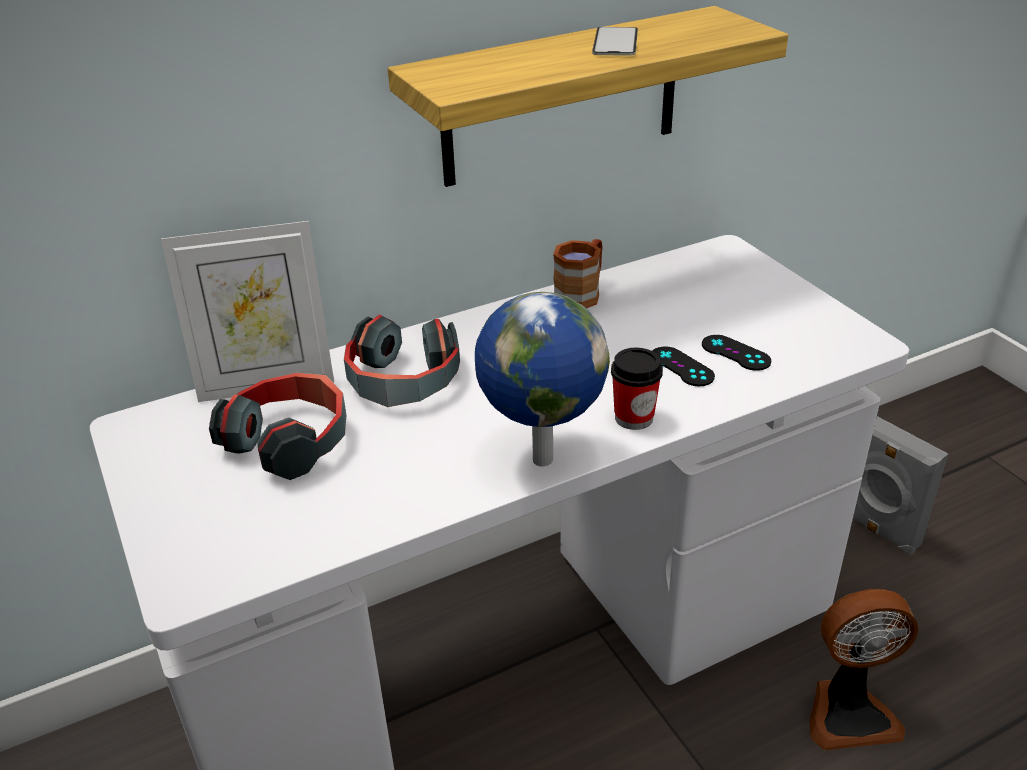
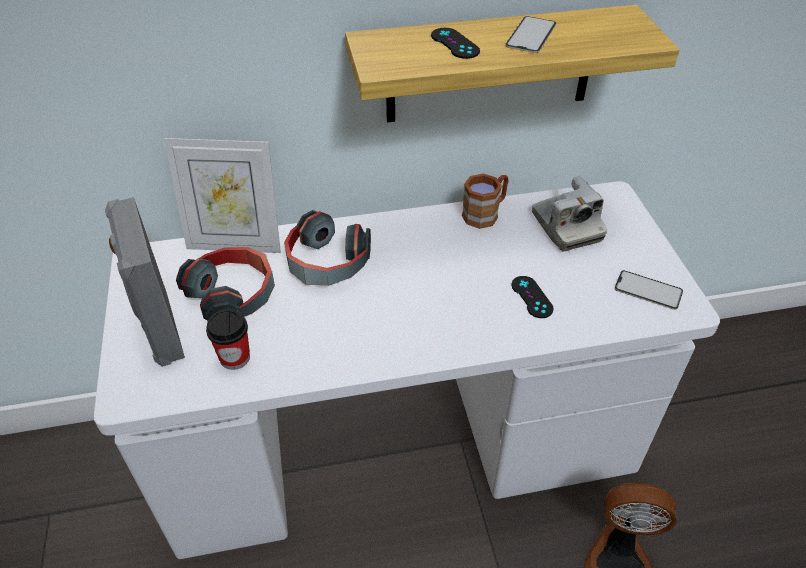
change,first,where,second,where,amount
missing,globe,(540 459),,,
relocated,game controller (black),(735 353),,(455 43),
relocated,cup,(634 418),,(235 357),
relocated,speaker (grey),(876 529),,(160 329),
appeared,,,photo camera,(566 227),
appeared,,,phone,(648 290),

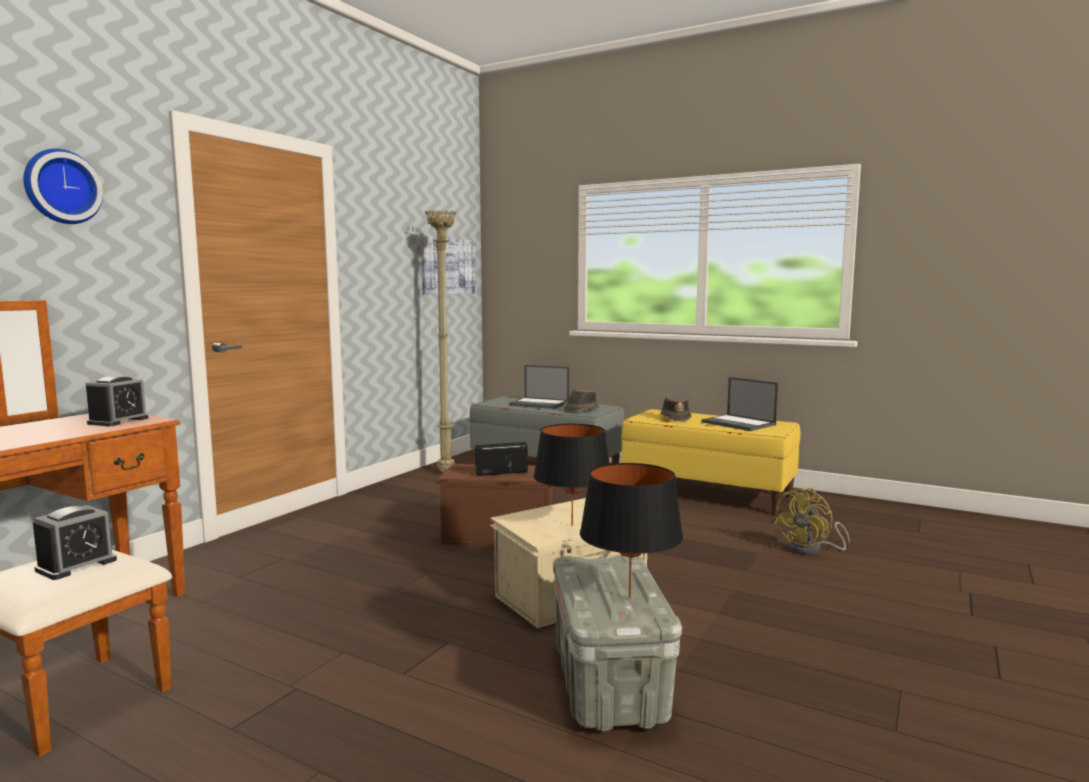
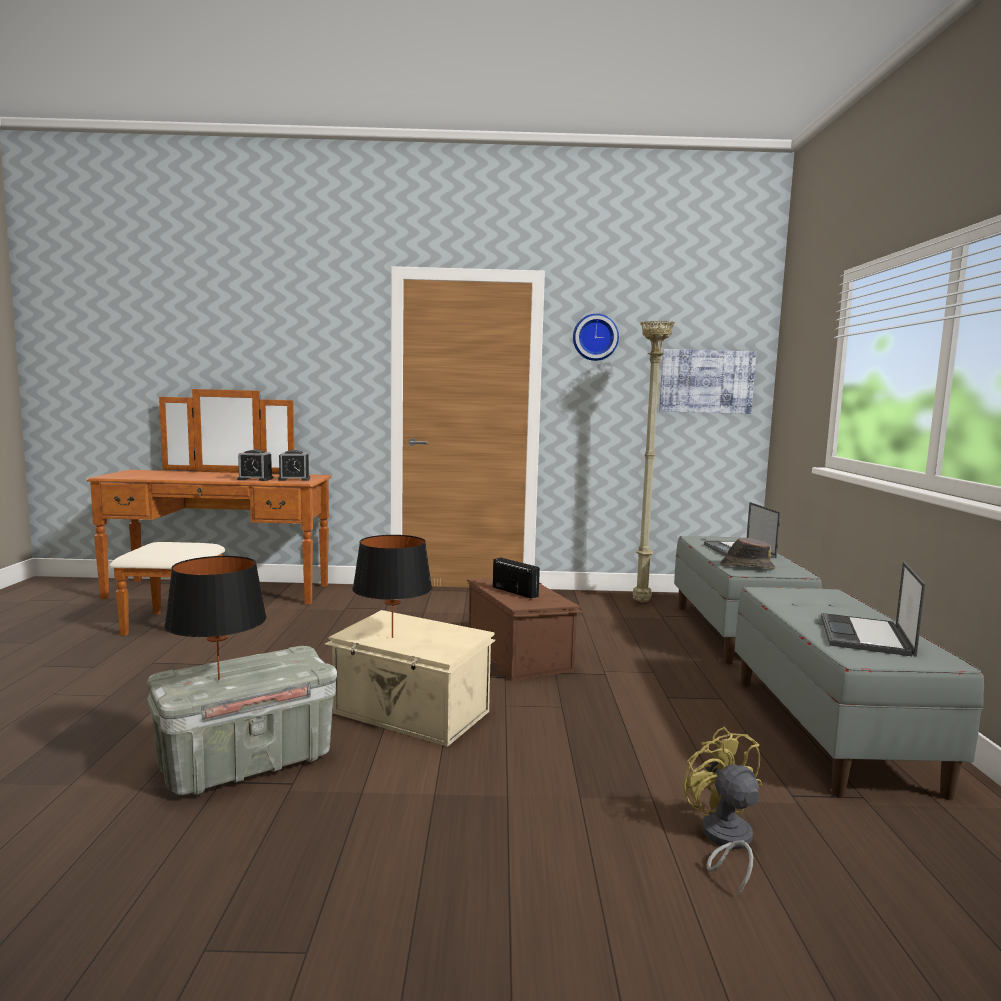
change,first,where,second,where,amount
relocated,wall clock,(61 187),,(595 337),
missing,hat (brown),(675 418),,,
colour,bench (yellow),(708 494),bench (grey),(831 732),
spun,fan (yellow),(811 550),,(724 841),60 degrees clockwise
relocated,alarm clock,(76 565),,(255 479),

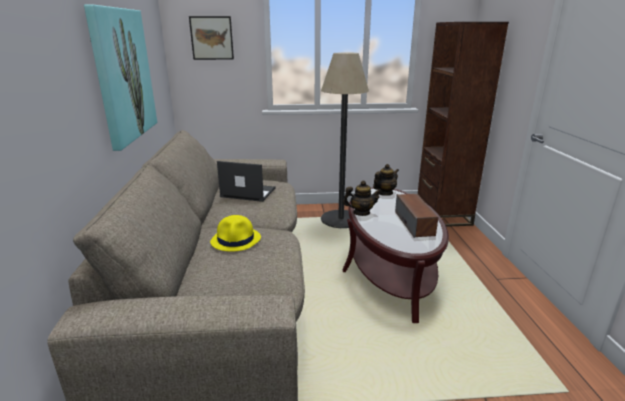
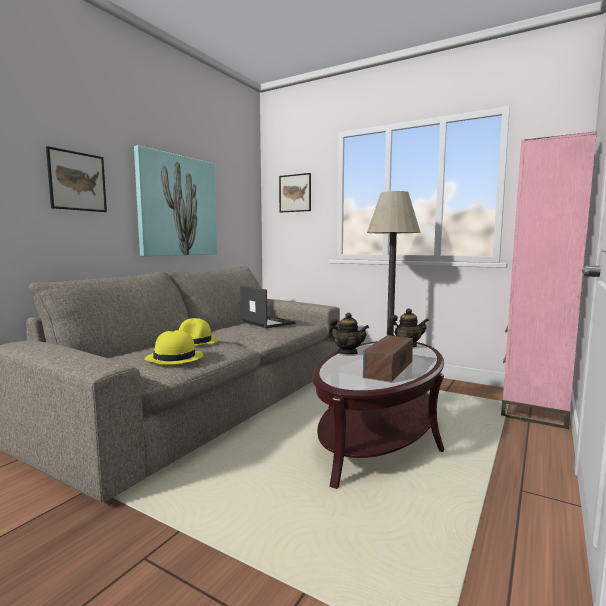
change,first,where,second,where,amount
colour,bookcase (brown),(442 214),bookcase (pink),(534 408),
appeared,,,picture,(77 181),
appeared,,,hat (yellow),(174 358),

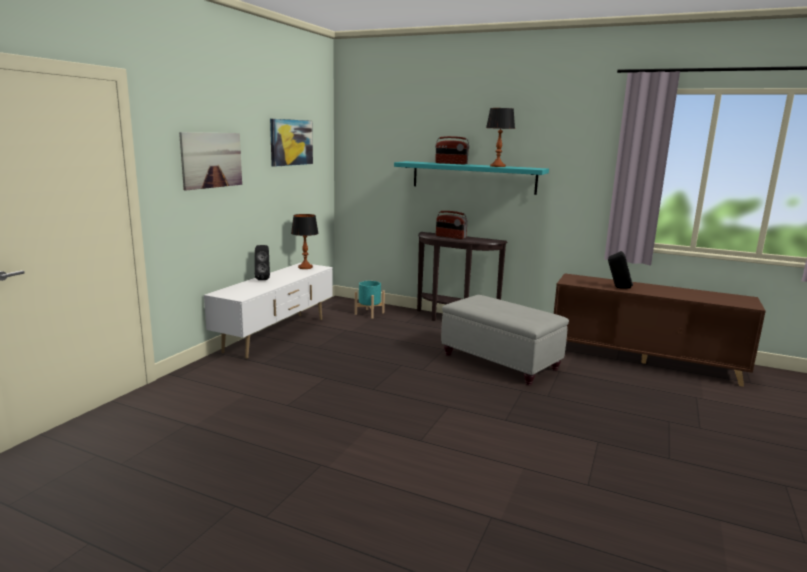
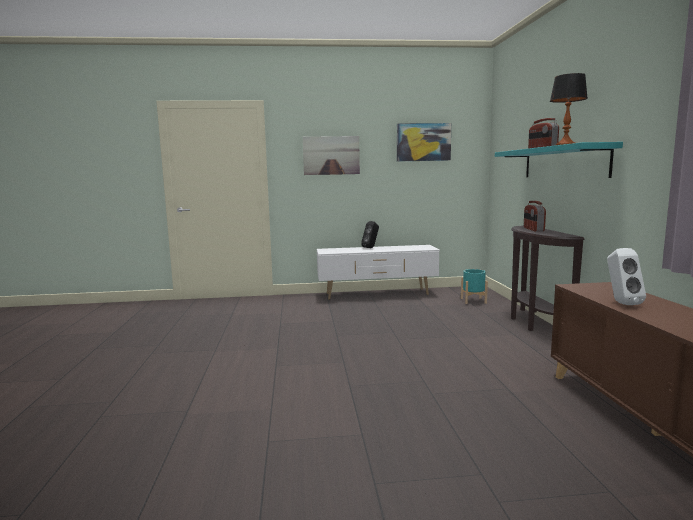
change,first,where,second,where,amount
missing,table lamp,(305 267),,,
colour,speaker (black),(618 288),speaker (white),(621 303),
missing,ottoman (grey),(499 361),,,

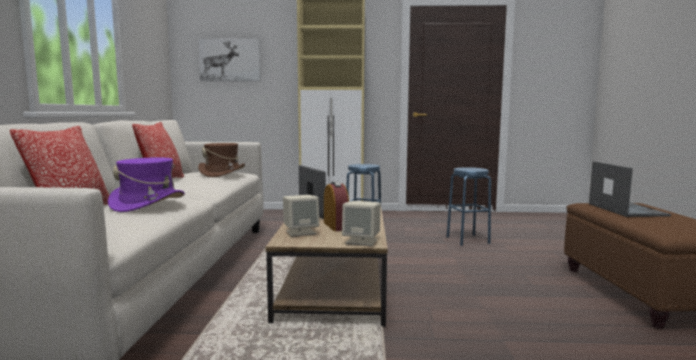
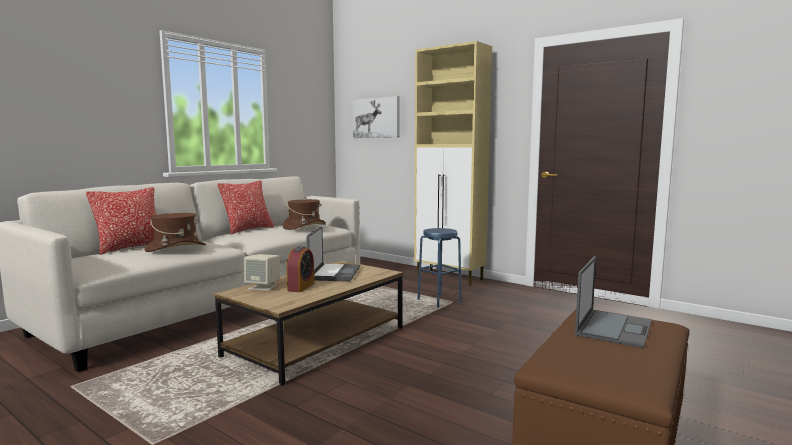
change,first,where,second,where,amount
colour,hat (purple),(148 204),hat (brown),(176 248),
missing,stool (blue),(468 240),,,
missing,speaker (beige),(362 241),,,

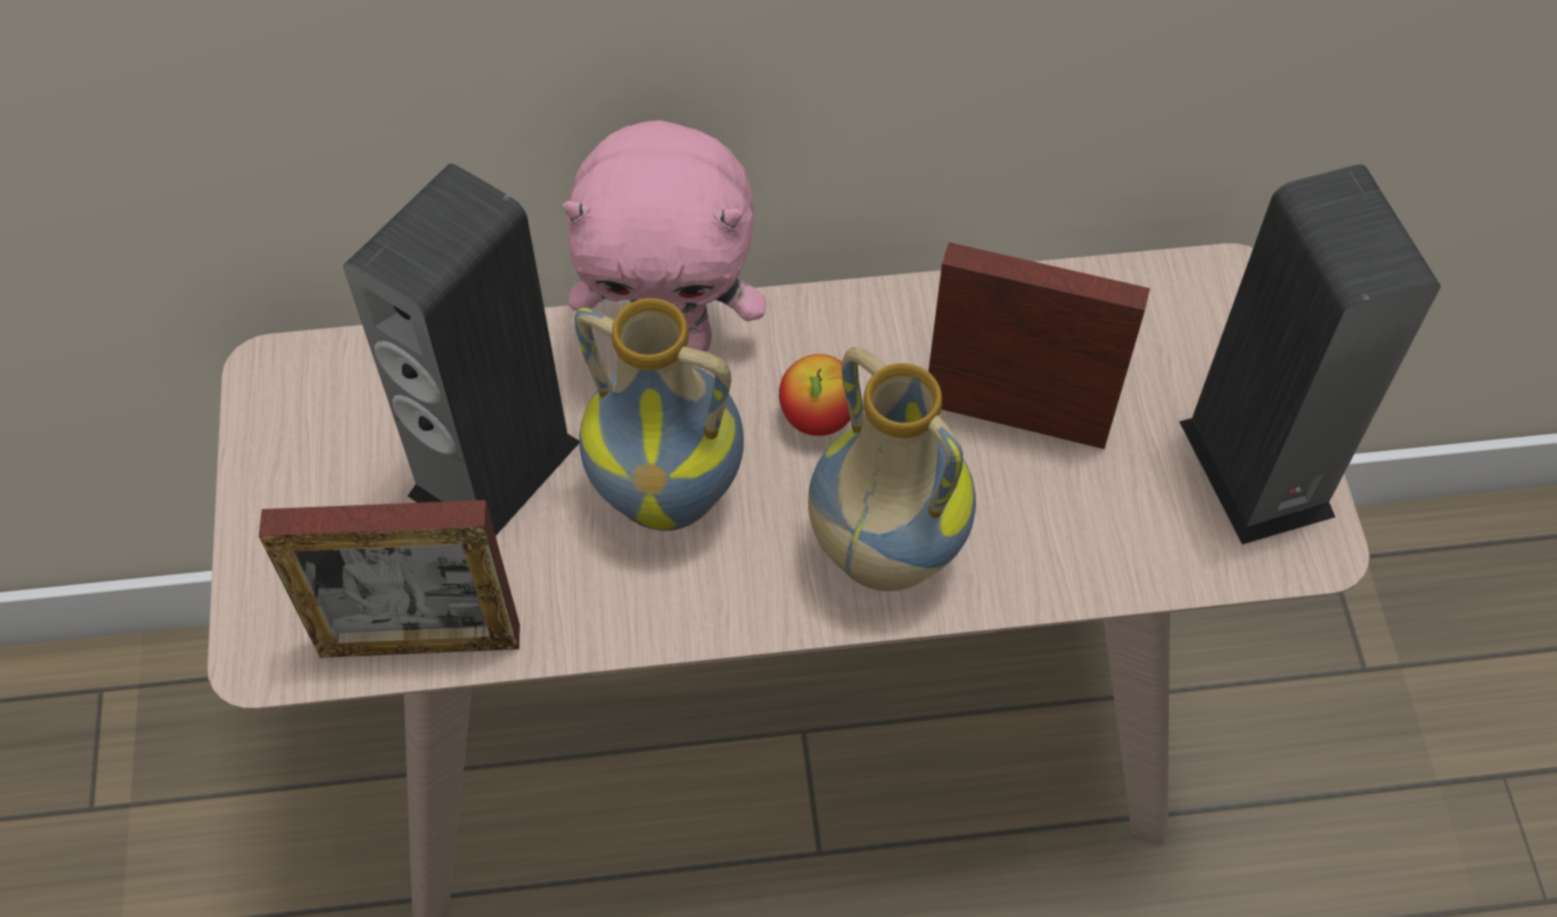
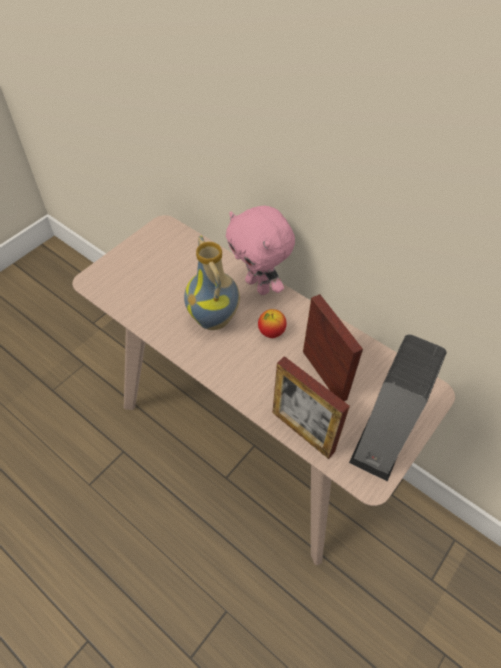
change,first,where,second,where,amount
missing,speaker,(494 468),,,
missing,vase,(881 555),,,
relocated,picture frame,(420 641),,(302 432),

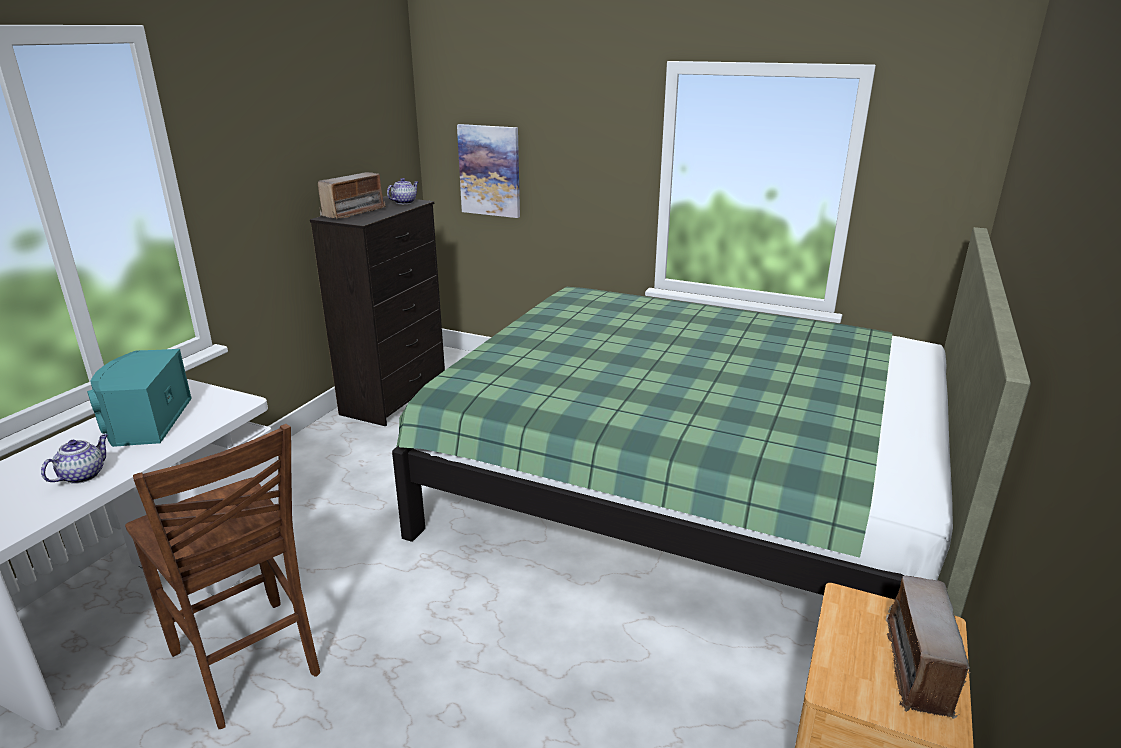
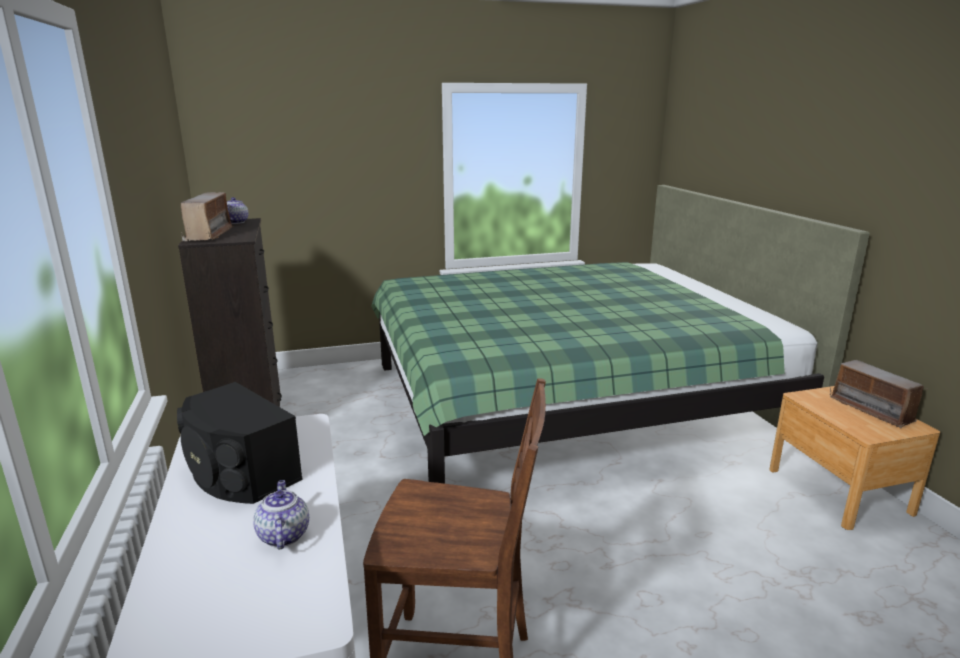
change,first,where,second,where,amount
missing,picture,(490 171),,,
colour,speaker (turquoise),(145 421),speaker (black),(239 473),

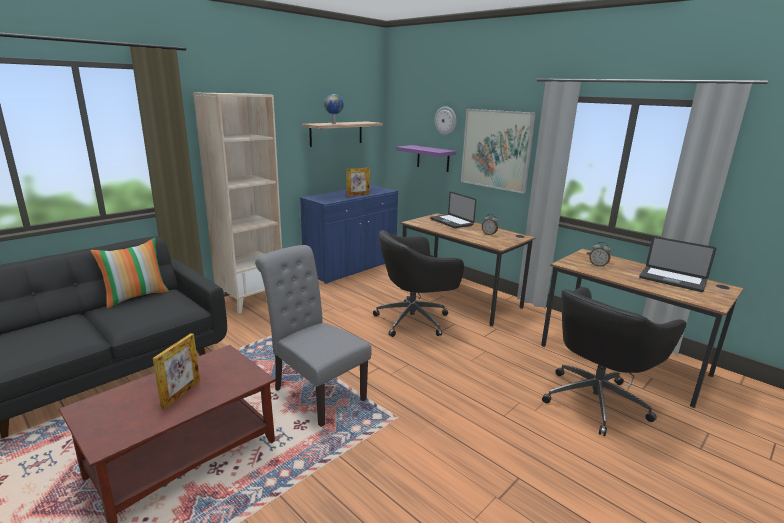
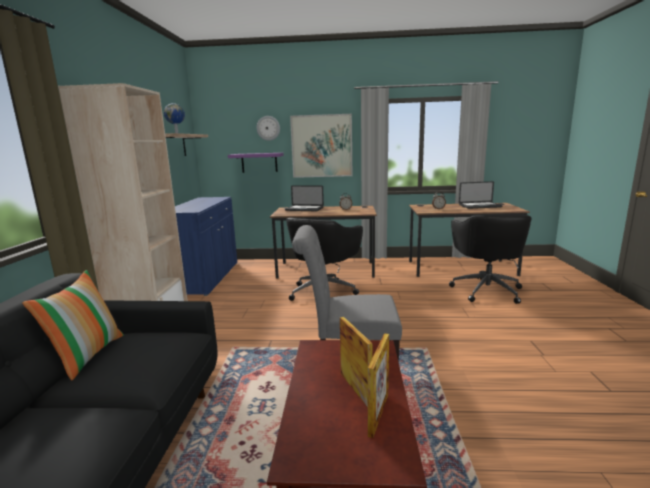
change,first,where,second,where,amount
relocated,picture frame,(358 195),,(378 414),

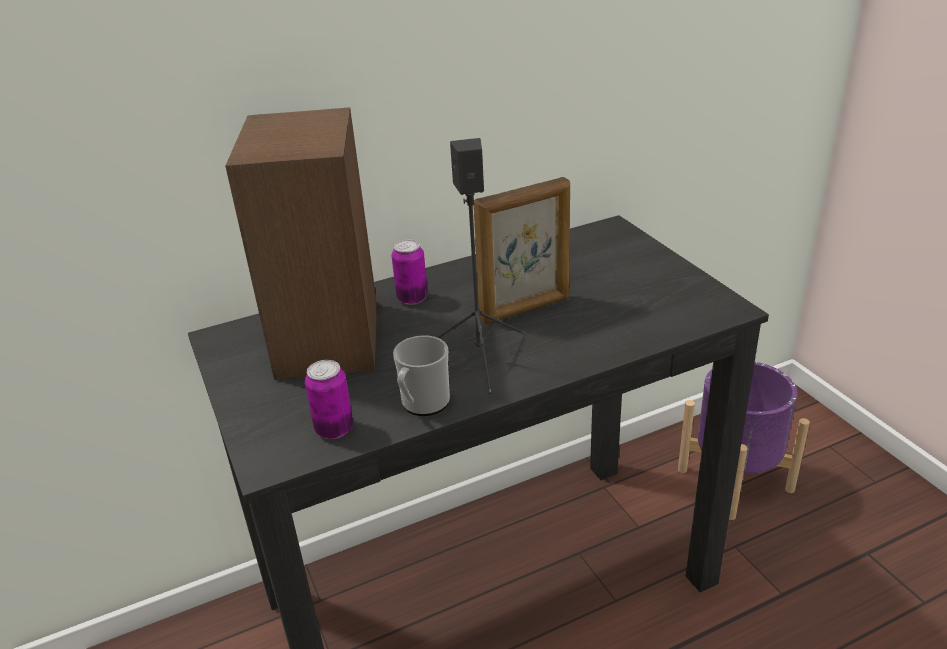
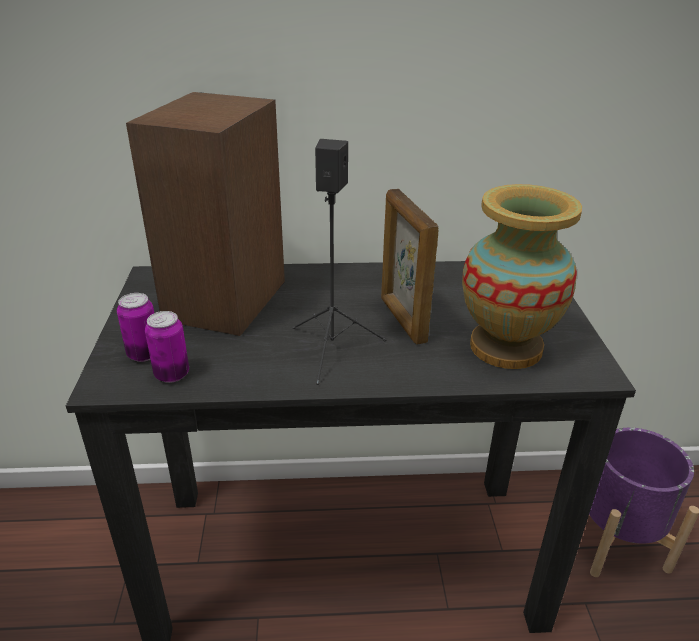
change,first,where,second,where,amount
spun,picture frame,(525 309),,(402 320),75 degrees clockwise
relocated,can,(412 298),,(144 354),
missing,mug,(422 404),,,
appeared,,,vase,(505 348),

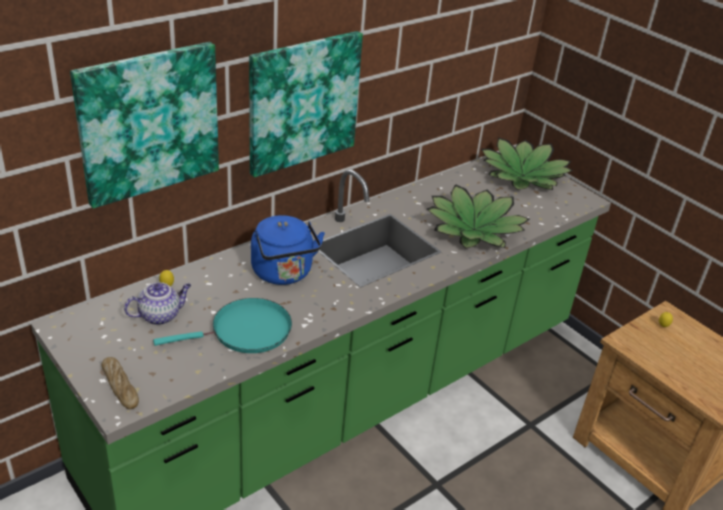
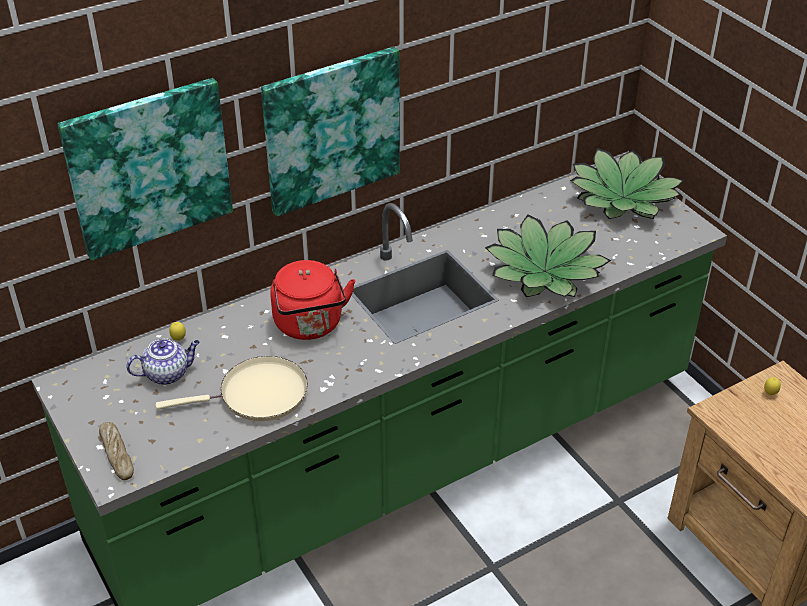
change,first,where,second,where,amount
colour,kettle (blue),(284 273),kettle (red),(310 325),
colour,frying pan (turquoise),(246 331),frying pan (beige),(257 395),

